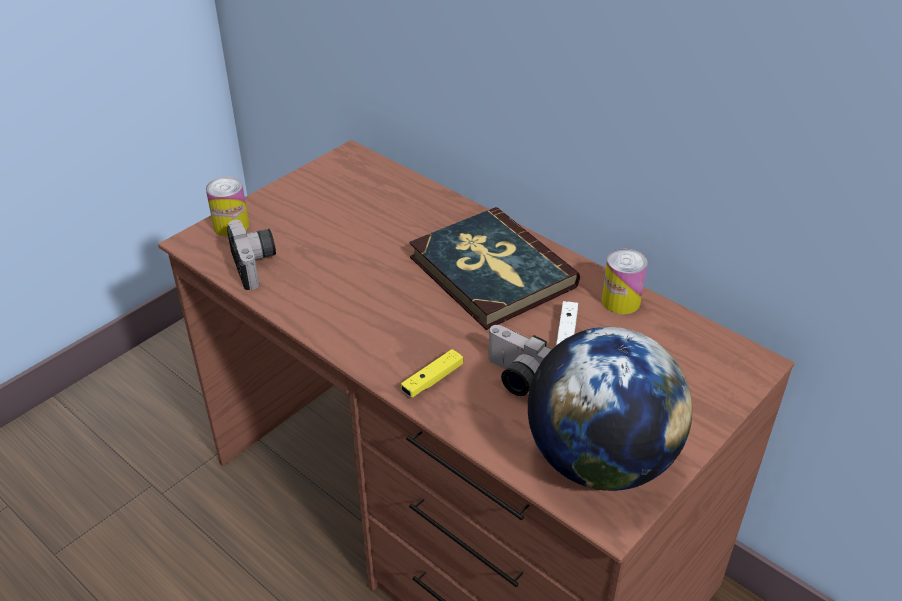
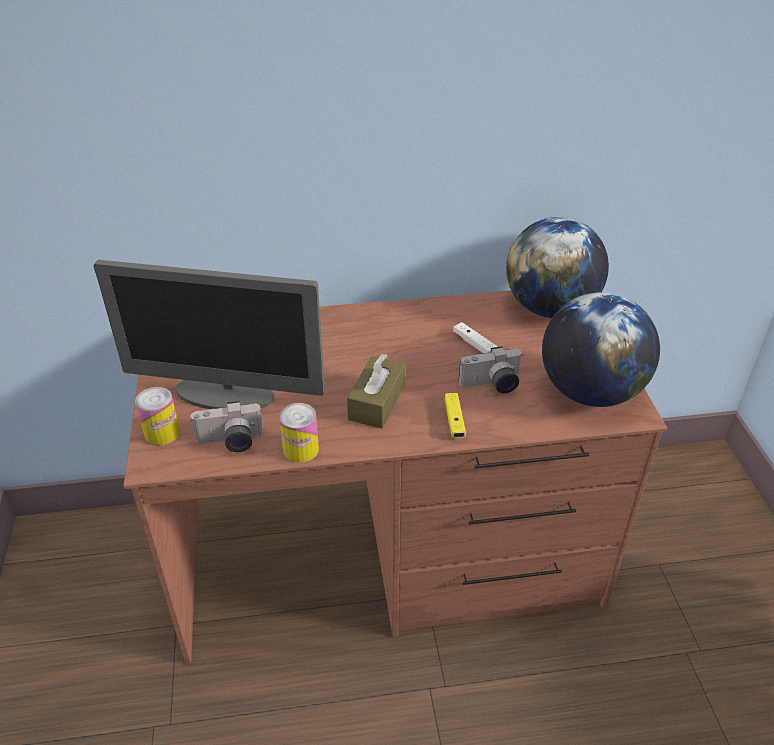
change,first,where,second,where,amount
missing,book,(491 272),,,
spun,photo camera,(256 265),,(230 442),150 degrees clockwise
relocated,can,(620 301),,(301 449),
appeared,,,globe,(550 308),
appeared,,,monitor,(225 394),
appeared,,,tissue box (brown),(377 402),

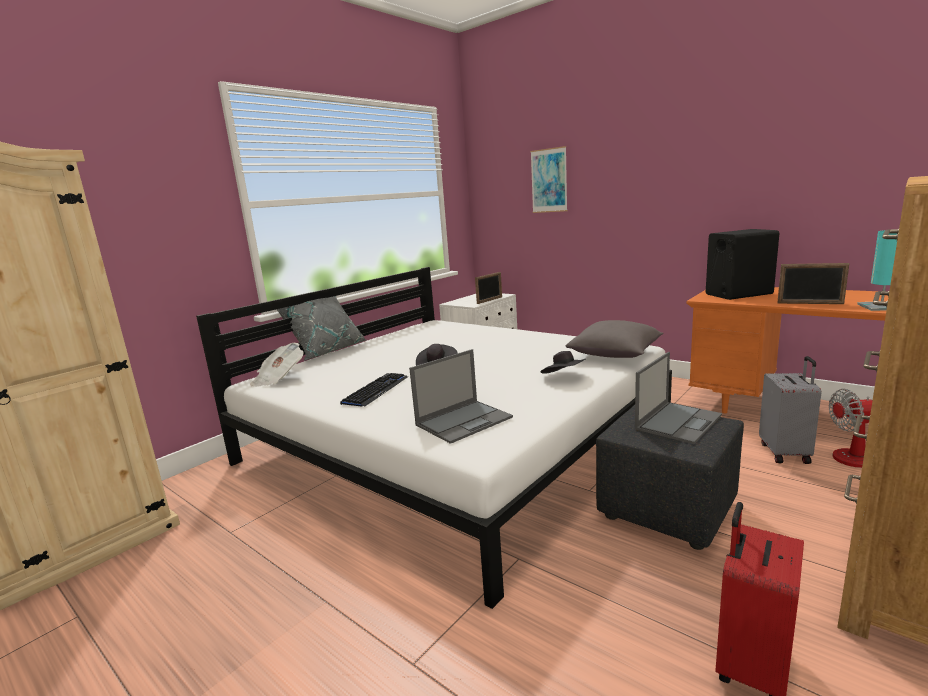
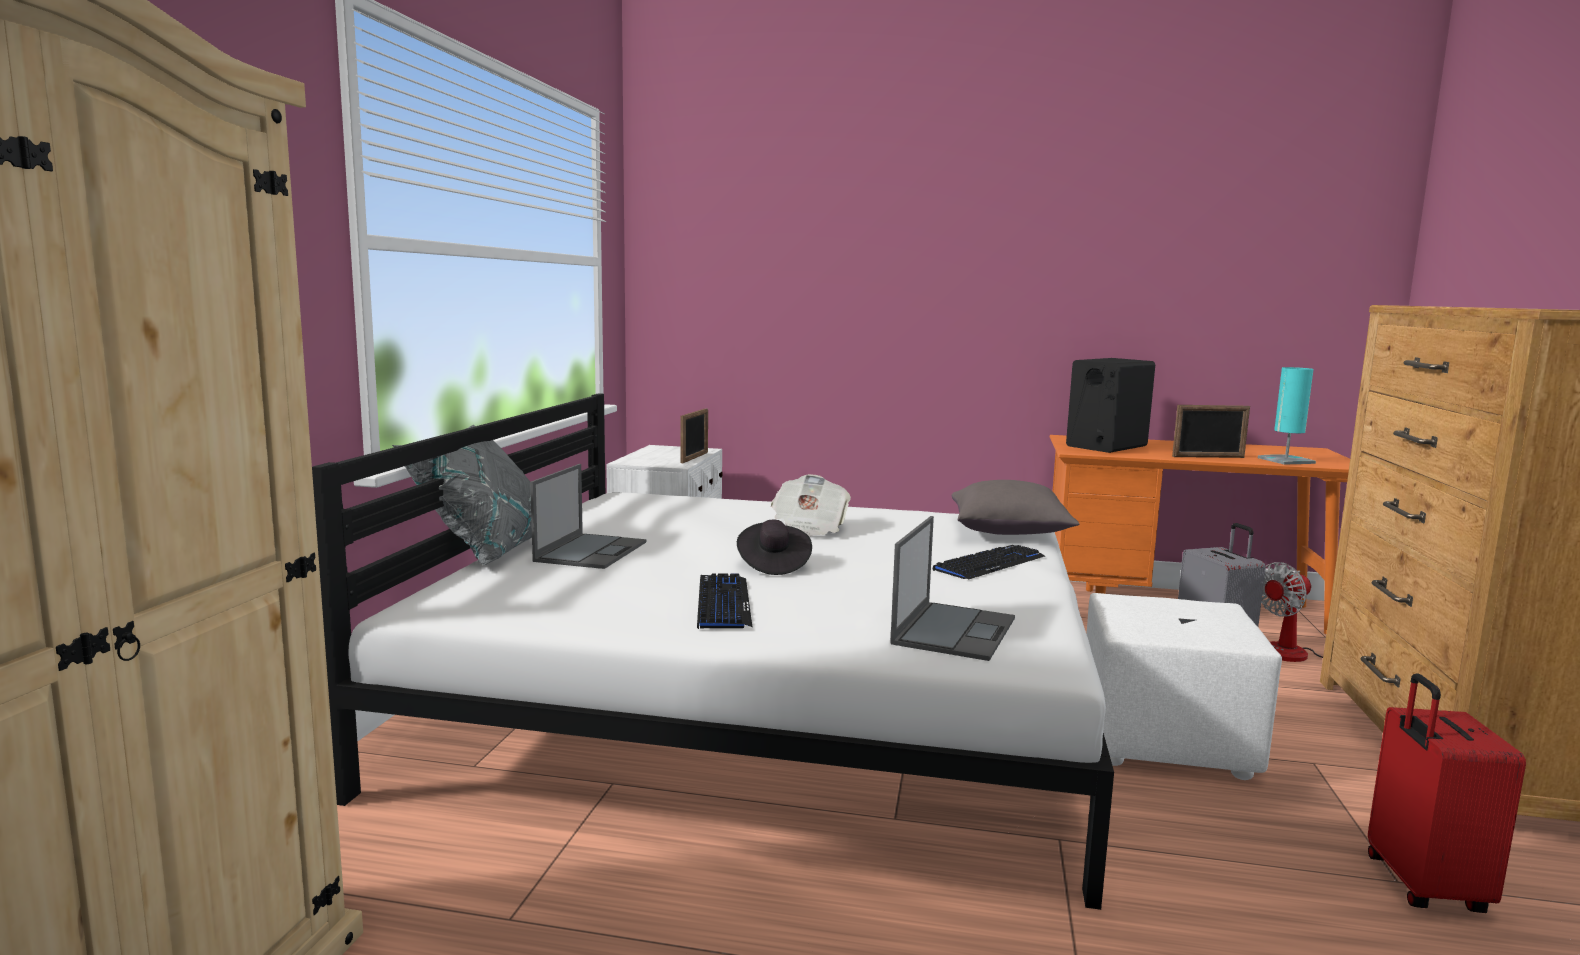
change,first,where,second,where,amount
missing,picture,(549 180),,,
relocated,newspaper,(279 379),,(808 528),
exchanged,hat (black),(564 377),keyboard,(990 564),
relocated,laptop,(678 422),,(591 551),
colour,ottoman (black),(666 509),ottoman (white),(1162 741),

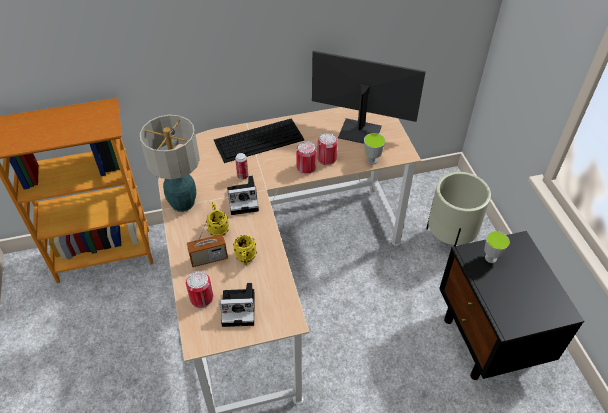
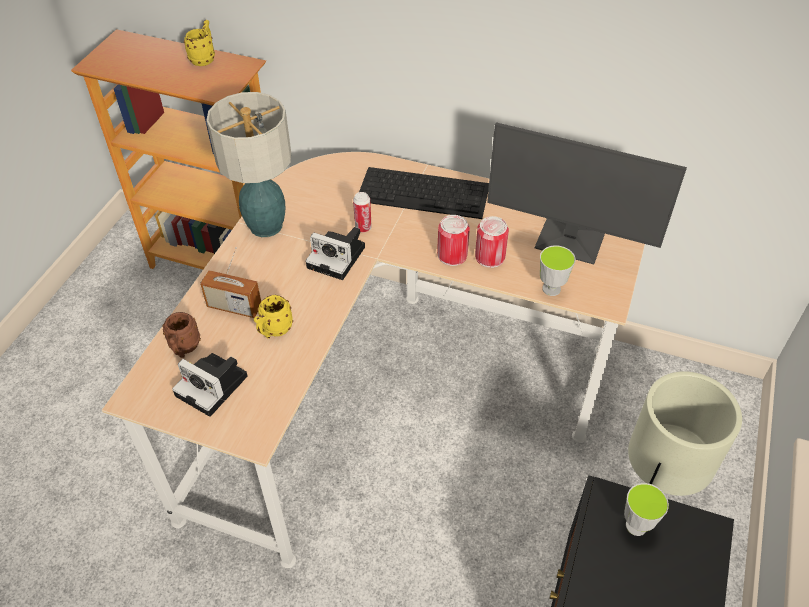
change,first,where,second,where,amount
spun,monitor,(360 131),,(570 242),150 degrees clockwise
relocated,mug (yellow),(218 228),,(204 58),
exchanged,can,(201 298),mug (brown),(184 349),

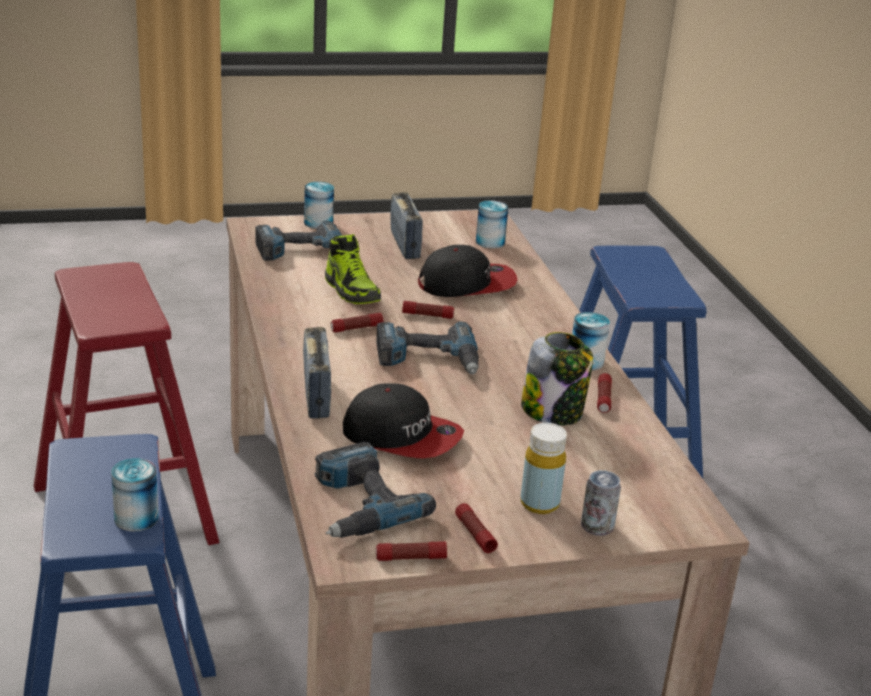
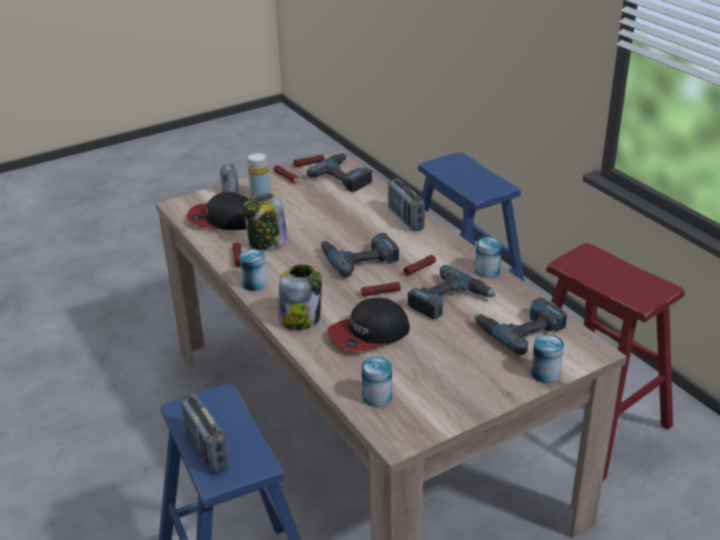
change,first,where,second,where,amount
relocated,radio,(405 245),,(206 449),
exchanged,shoe,(352 290),power drill,(449 301),
relocated,cap,(402 436),,(222 220),
relocated,can,(136 518),,(487 271),
appeared,,,jar,(300 318),

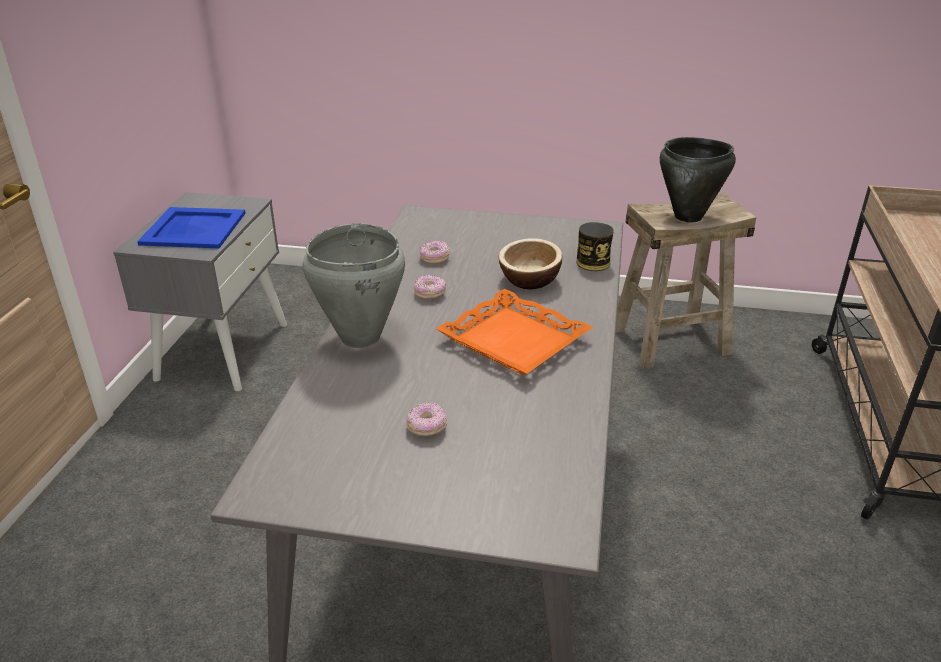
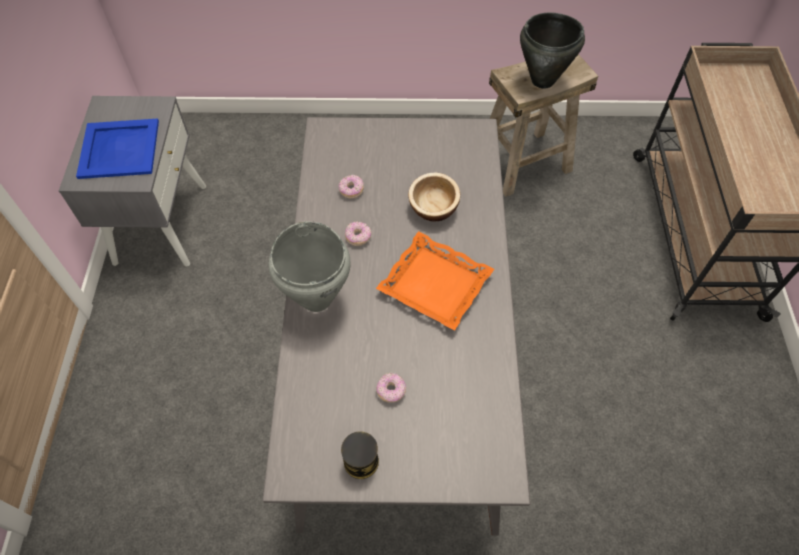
change,first,where,second,where,amount
relocated,can,(593 263),,(361 461),

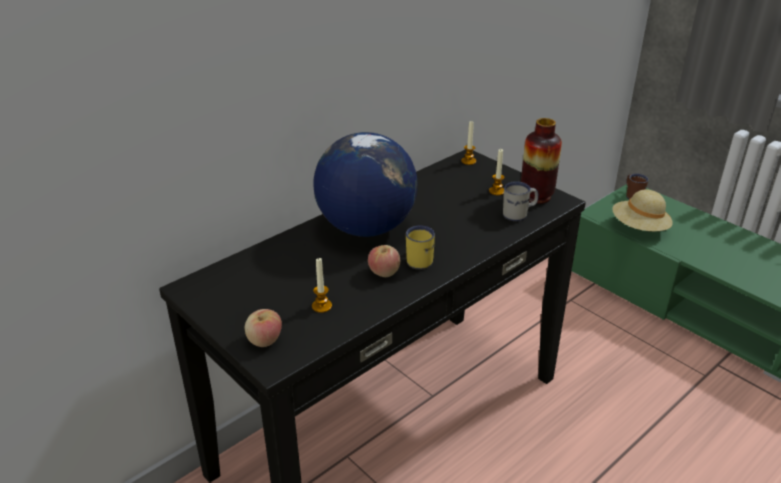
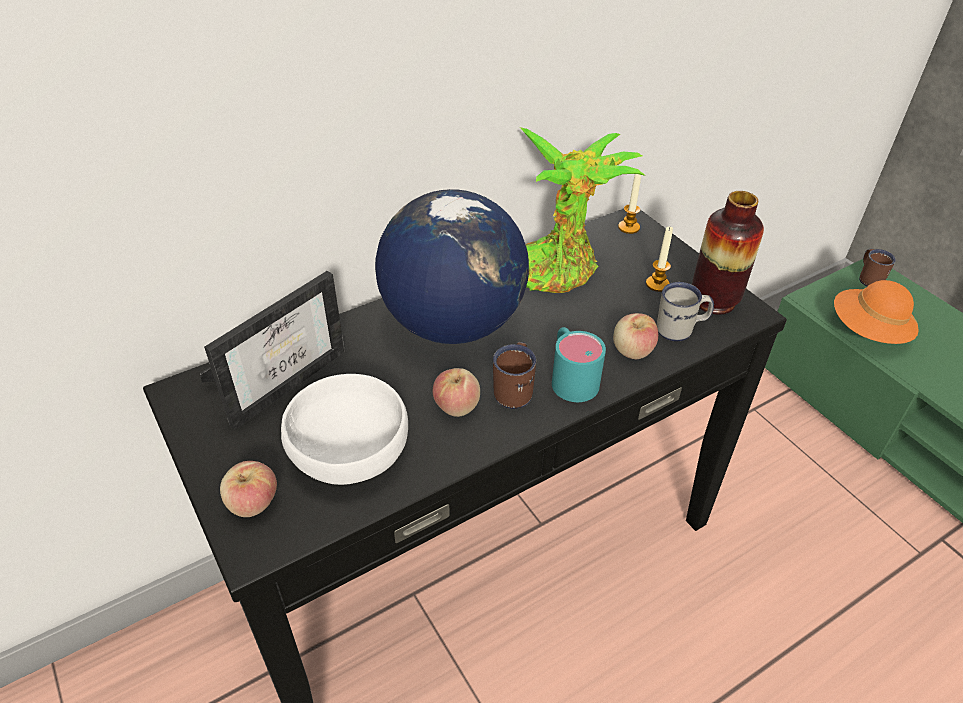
change,first,where,second,where,amount
colour,hat (beige),(639 228),hat (orange),(868 331),
colour,mug (yellow),(420 259),mug (brown),(515 390),
exchanged,candle,(322 306),bowl (white),(351 454),
appeared,,,potted plant,(558 268),
appeared,,,picture frame,(282 379),
appeared,,,apple,(632 351),
appeared,,,mug (turquoise),(570 376),

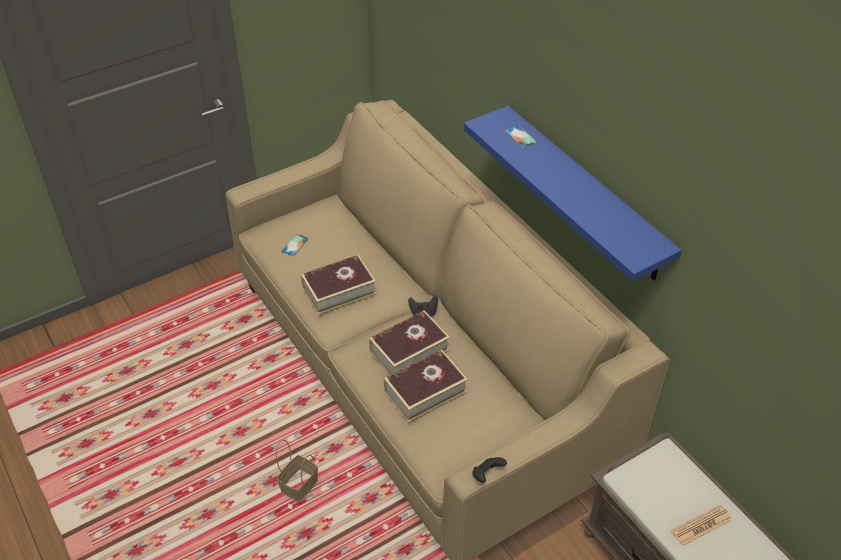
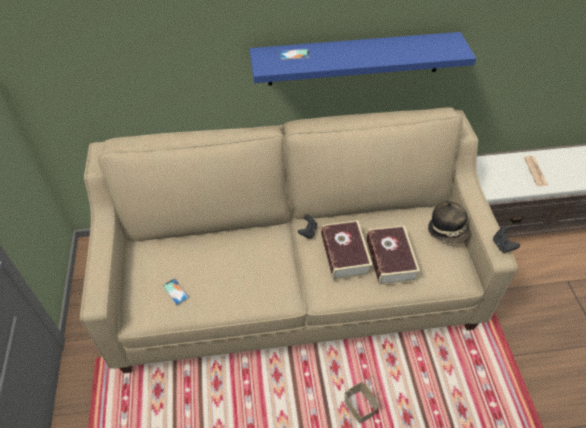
change,first,where,second,where,amount
missing,book,(339 291),,,
appeared,,,hat,(449 231),

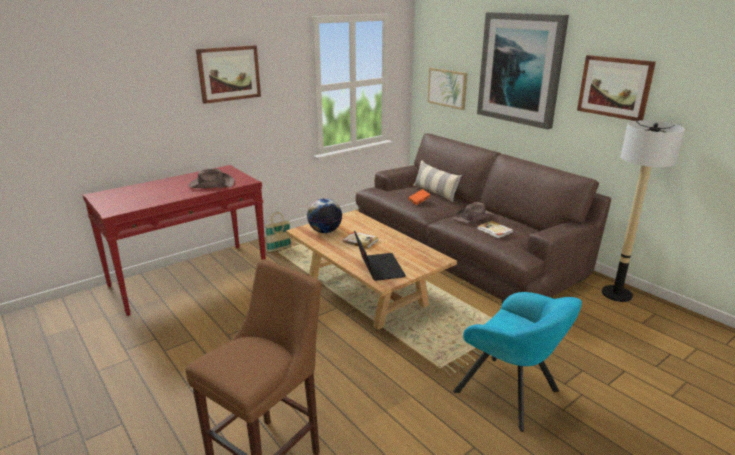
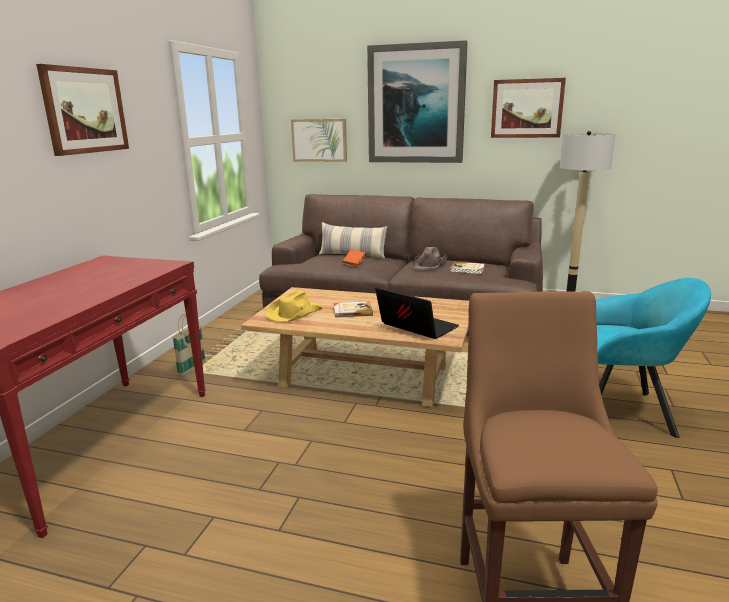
change,first,where,second,where,amount
missing,hat (brown),(211 184),,,
exchanged,globe,(325 231),hat (yellow),(294 313),

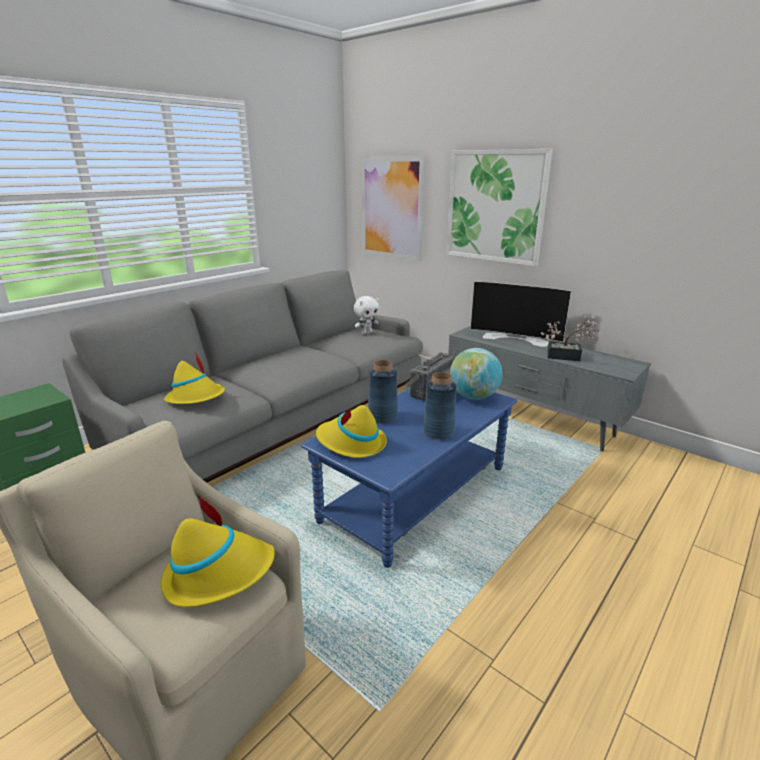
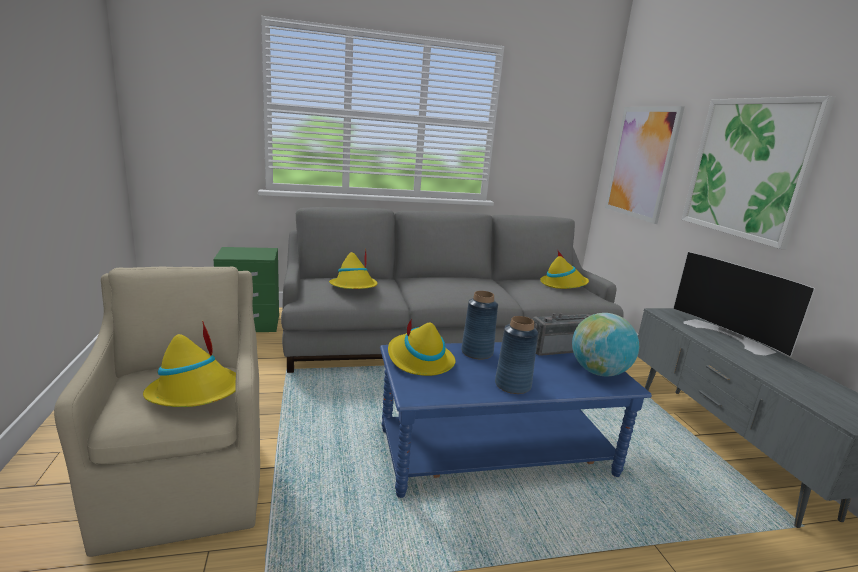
change,first,where,second,where,amount
exchanged,plush toy (white),(366 332),hat (yellow),(563 285),
missing,potted plant,(568 357),,,

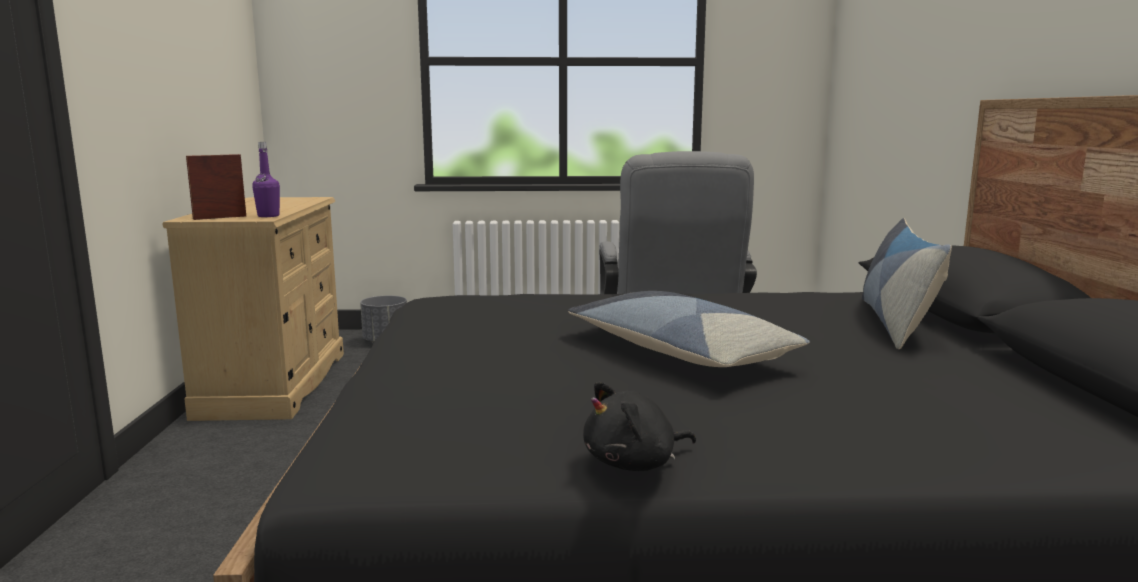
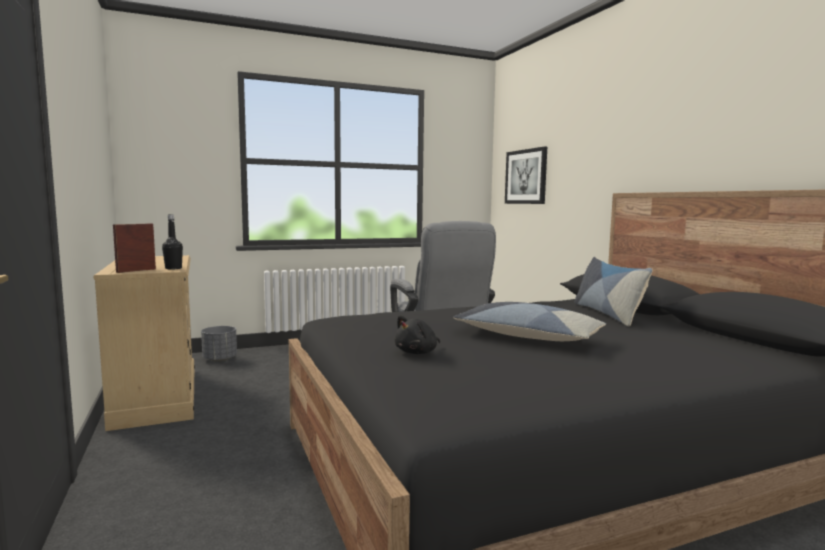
change,first,where,second,where,amount
colour,bottle (purple),(268 216),bottle (black),(173 268),
relocated,plush toy (black),(635 463),,(417 352),
appeared,,,picture,(526 176),

